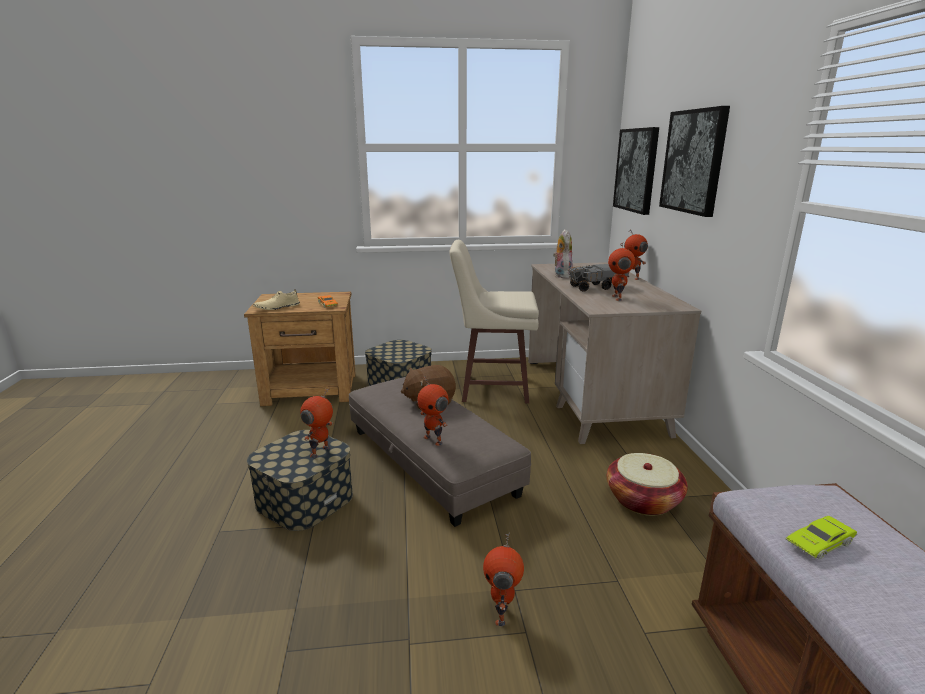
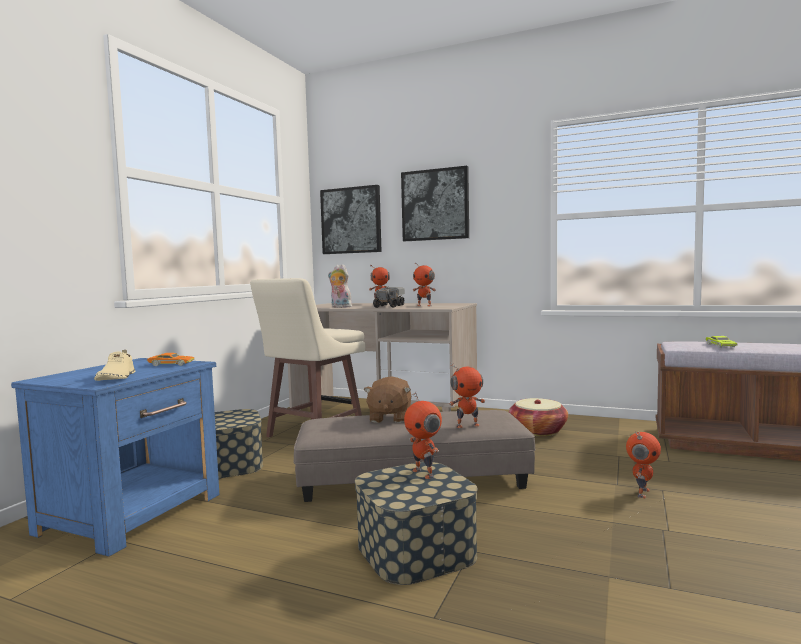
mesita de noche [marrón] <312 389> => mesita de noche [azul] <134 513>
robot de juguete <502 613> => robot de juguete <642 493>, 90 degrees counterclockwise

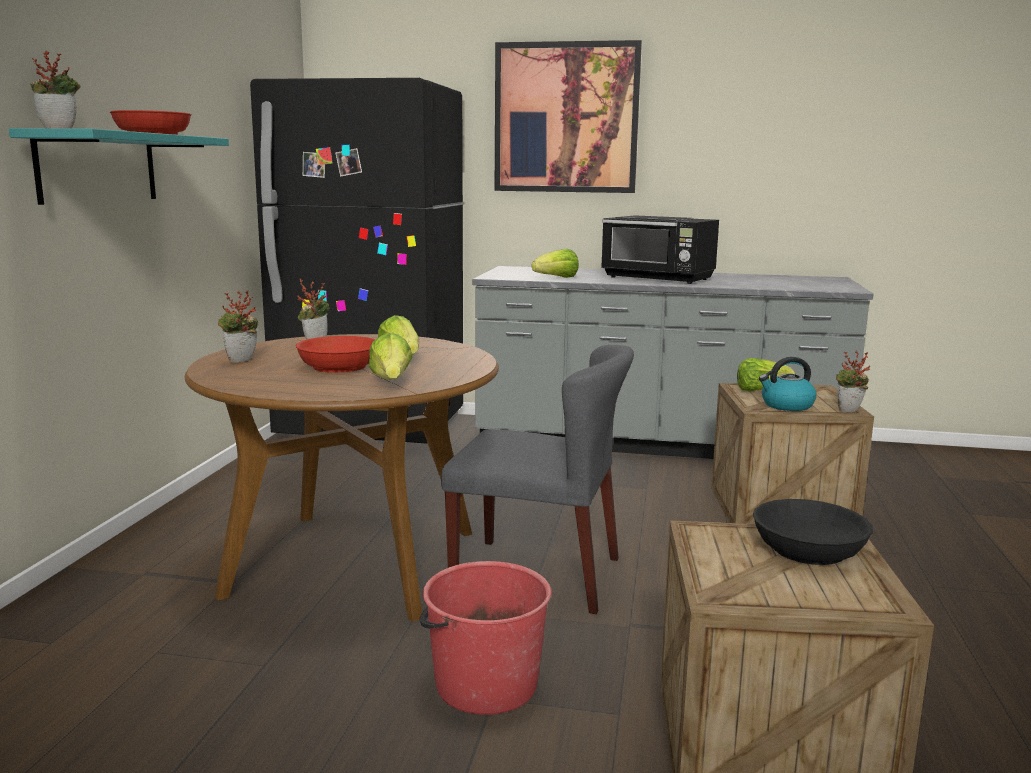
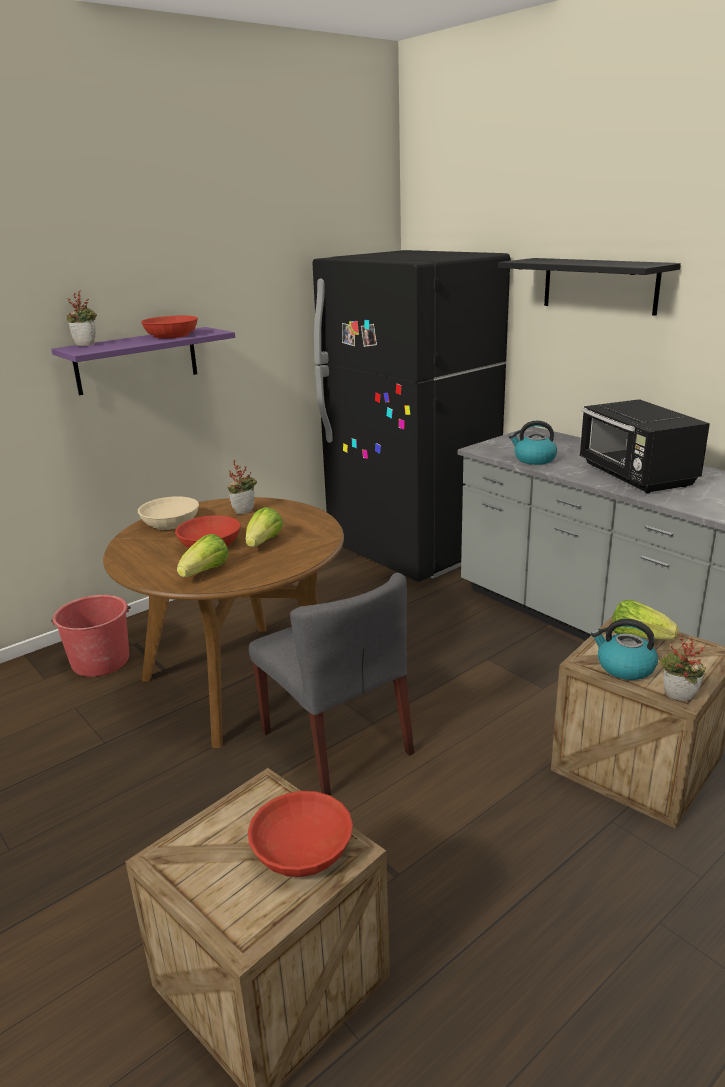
estante [turquesa] <98 167> => estante [morado] <137 360>
cubo [rojo] <484 685> => cubo [rojo] <100 661>, move
planta en maceta <241 361> => cuenco [beis] <170 522>
cuenco [negro] <808 549> => cuenco [rojo] <302 849>
cuadro <566 118> => estante [negro] <599 285>
lechuga <557 278> => hervidor <534 459>

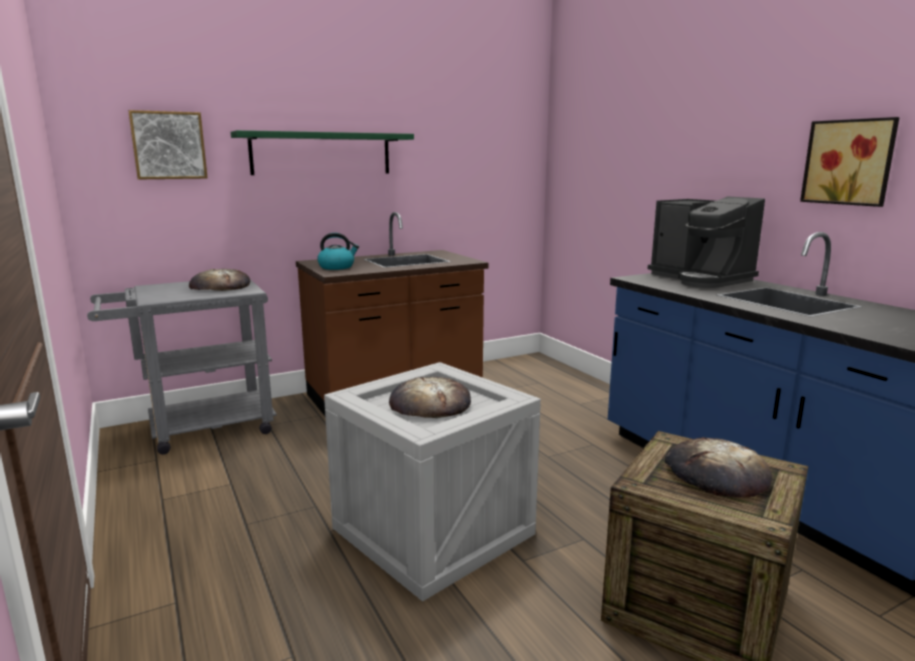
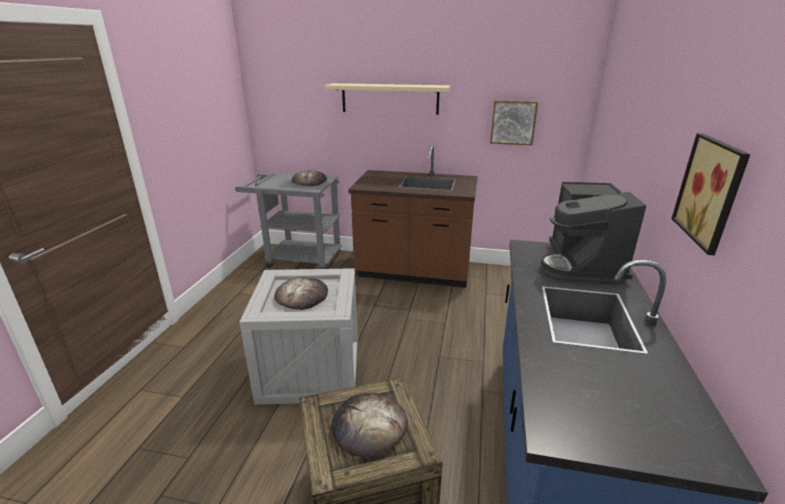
estante [verde] <322 154> => estante [beis] <389 98>
cuadro <168 145> => cuadro <513 122>, move
hervidor <337 267> => nothing

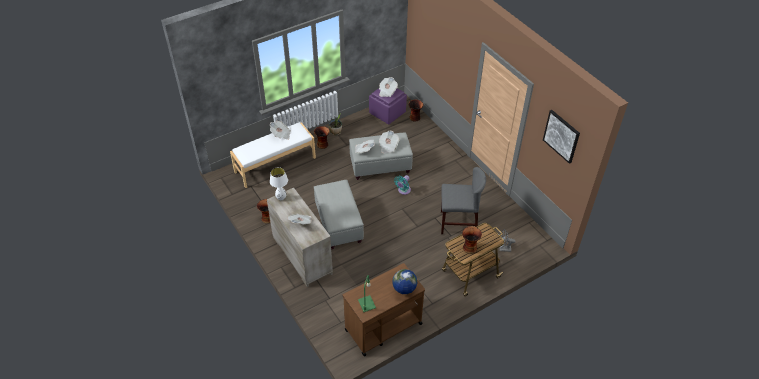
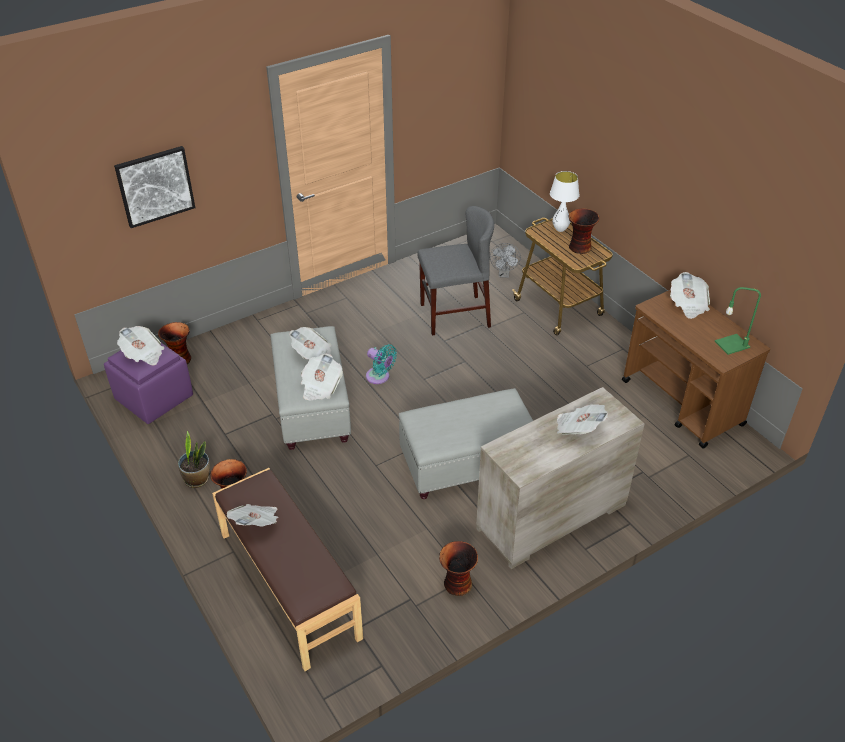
cuadro <561 136> => cuadro <155 186>, move
banco [blanco] <275 164> => banco [marrón] <288 585>
silla [gris] <458 223> => silla [gris] <455 315>, 75 degrees clockwise
lámpara de mesa [blanco] <281 198> => lámpara de mesa [blanco] <560 229>, move
globo terráqueo <404 289> => periódico <688 305>

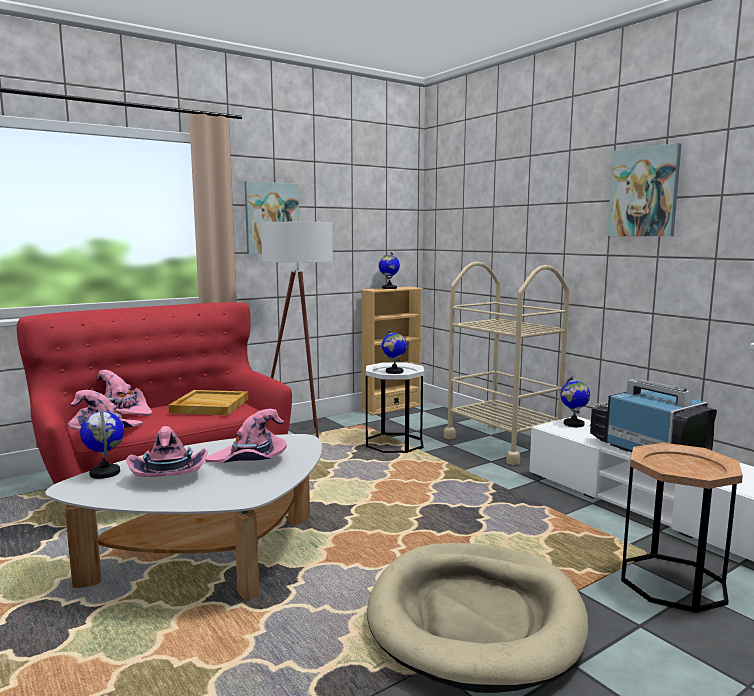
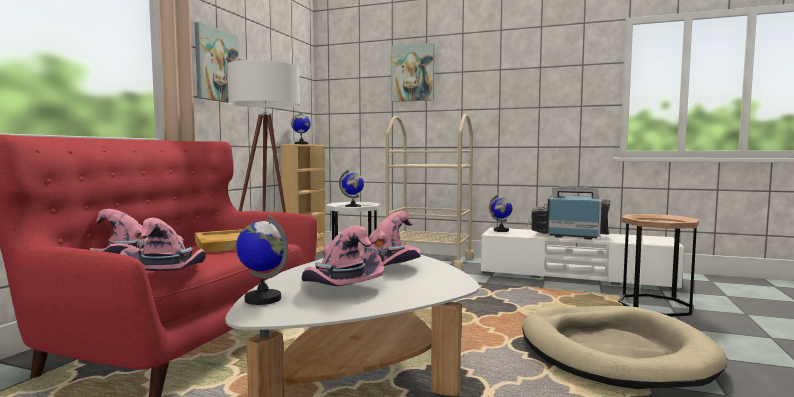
cuadro <644 192> => cuadro <413 73>, move

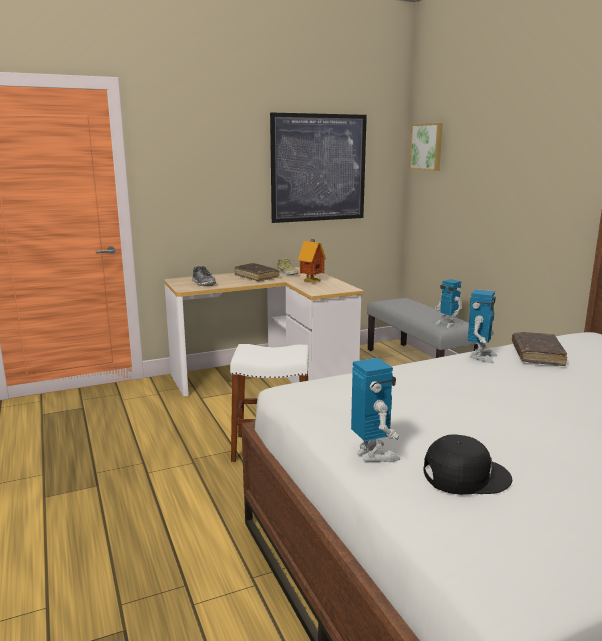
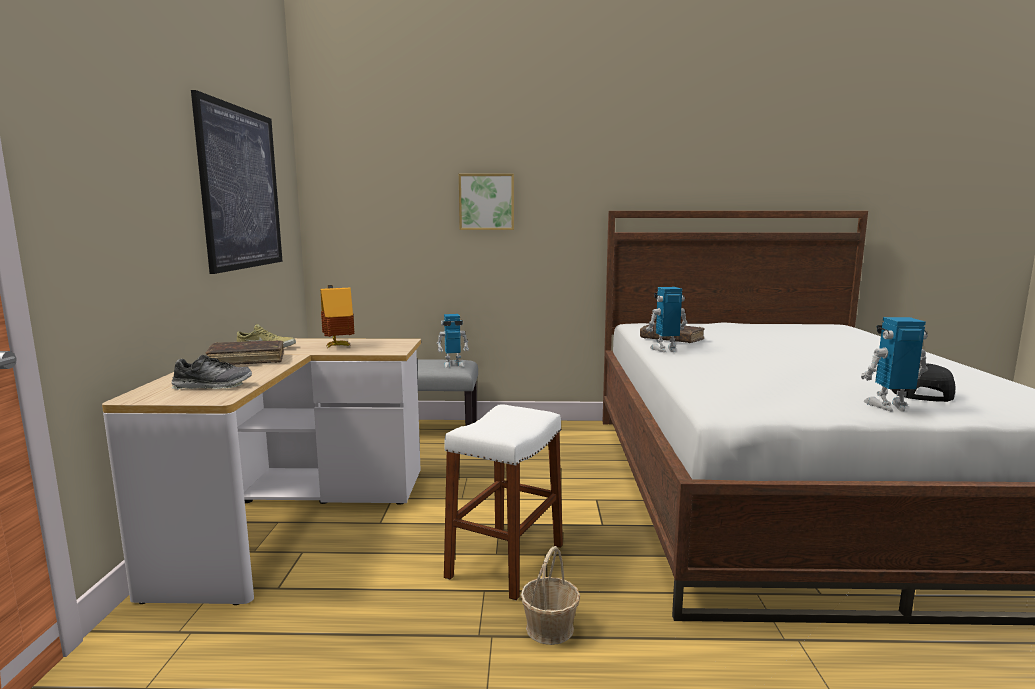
cuadro <427 147> => cuadro <486 202>, move
nothing => cesta <550 628>
robot de juguete <480 357> => robot de juguete <665 350>, 60 degrees counterclockwise

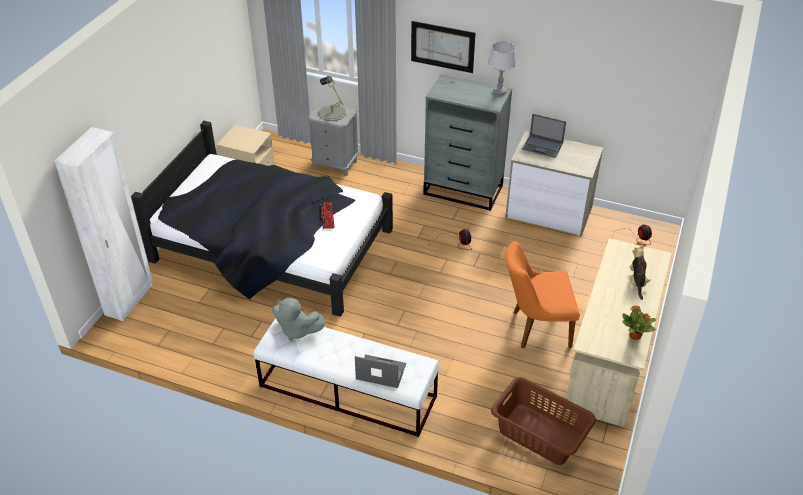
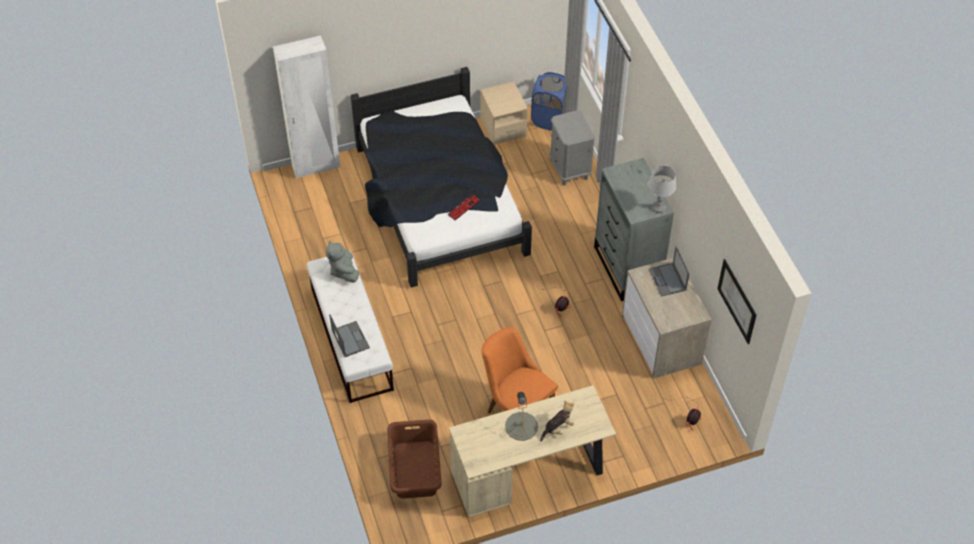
lámpara de mesa [gris] <332 113> => lámpara de mesa [gris] <521 426>, move
nothing => cesto de la ropa [azul] <550 119>
cuadro <442 46> => cuadro <737 301>, move
planta en maceta <635 336> => nothing

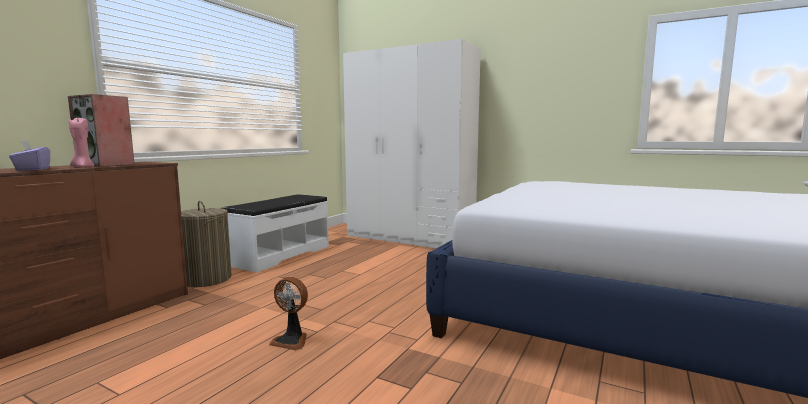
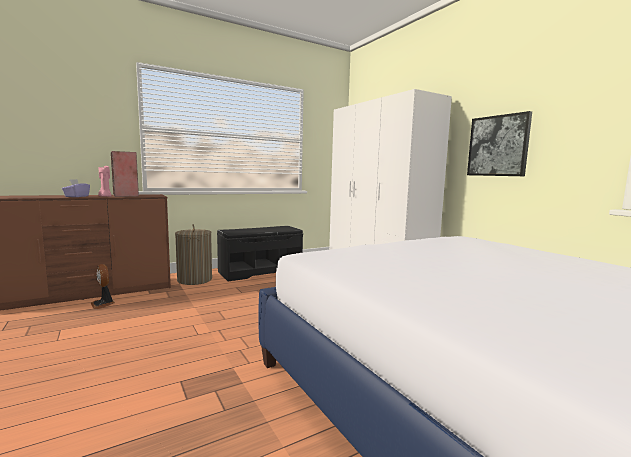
ventilador <291 340> => ventilador <103 304>, move
banco [blanco] <279 255> => banco [negro] <260 271>
nothing => cuadro <498 146>

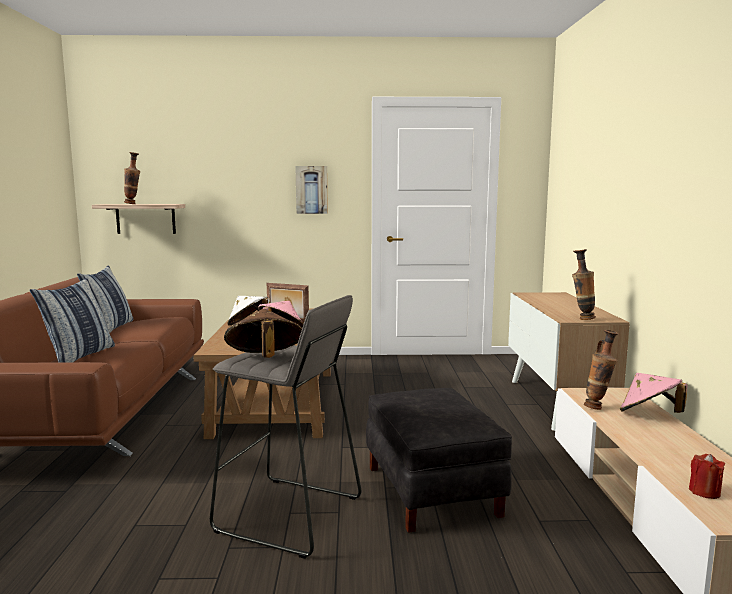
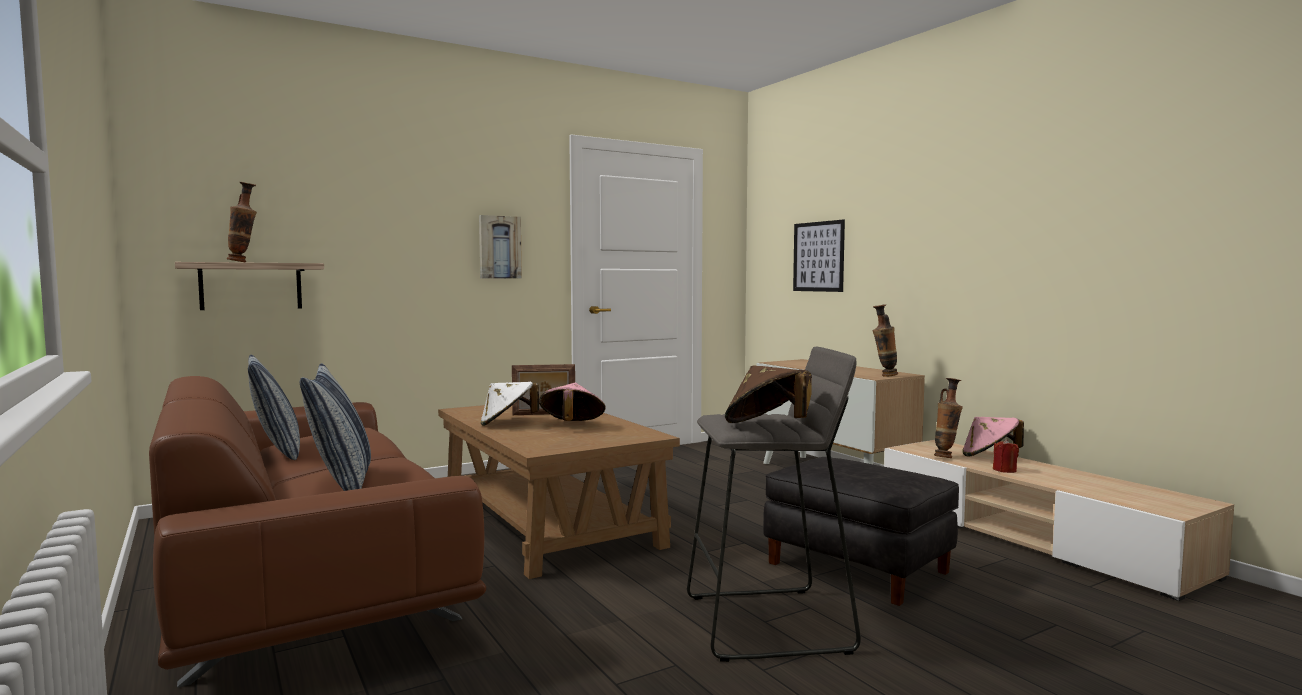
nothing => cuadro <818 256>
vela [rojo] <704 492> => vela [rojo] <1004 470>, move

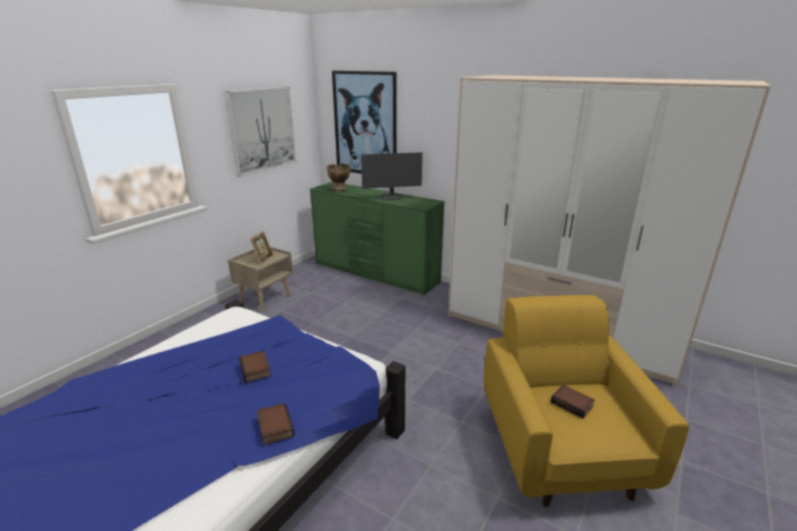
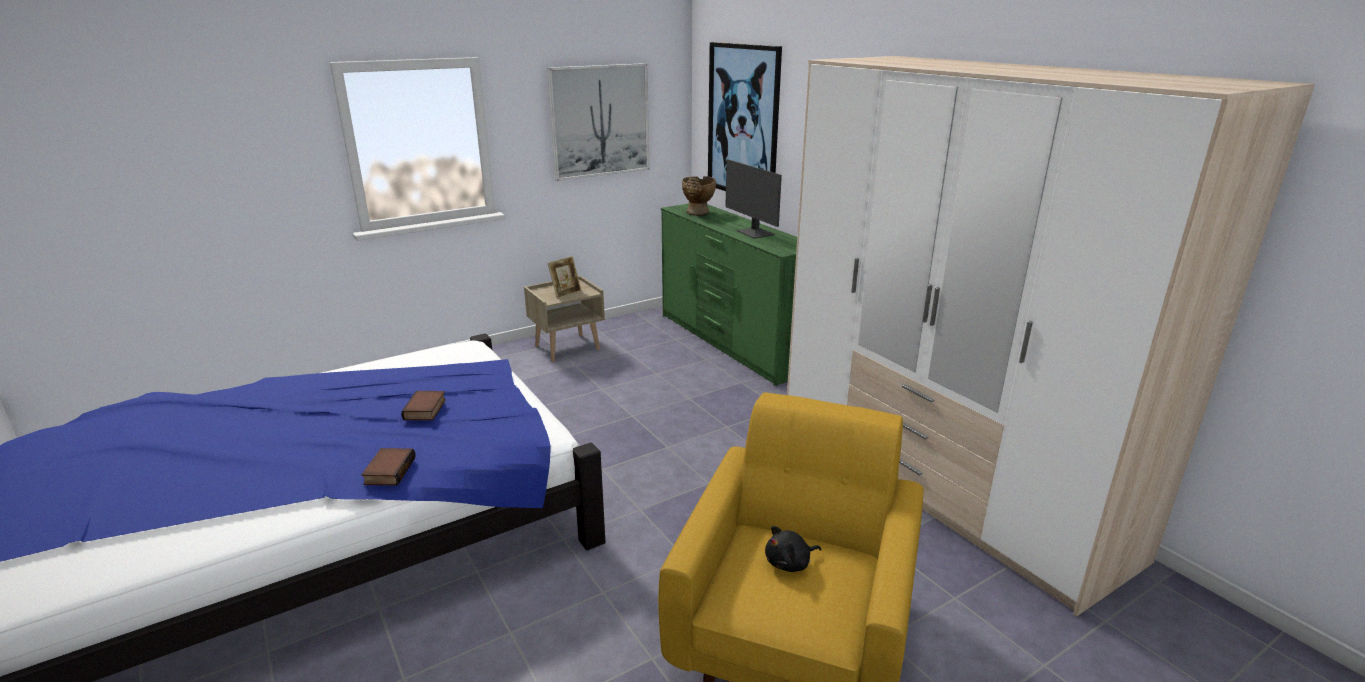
monitor <391 197> => monitor <754 233>, 45 degrees clockwise
libro <573 404> => peluche [negro] <790 563>

